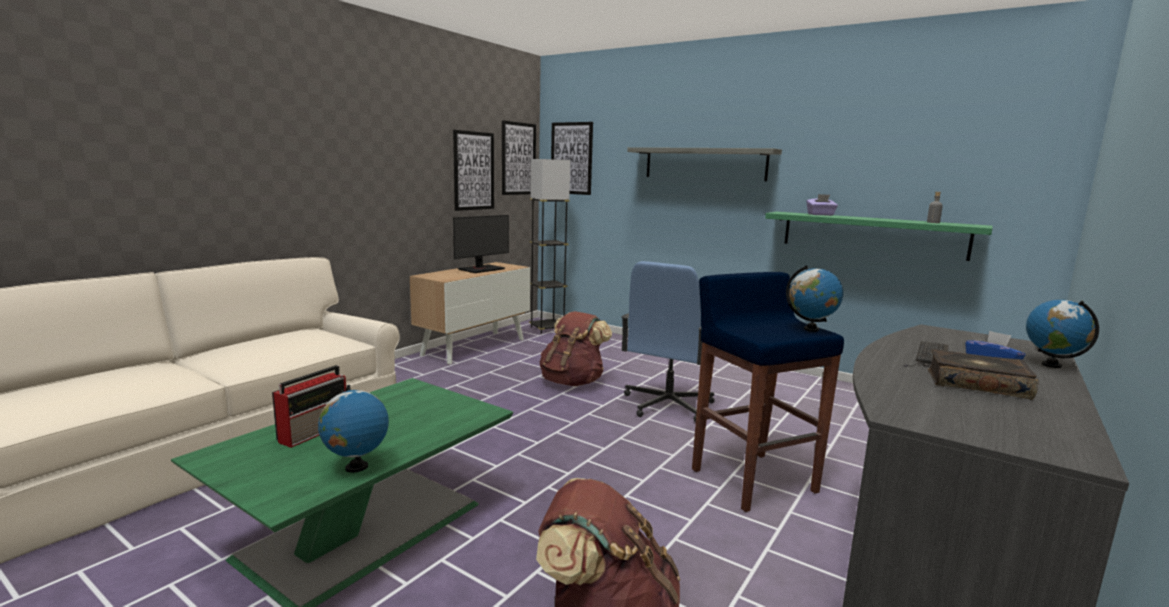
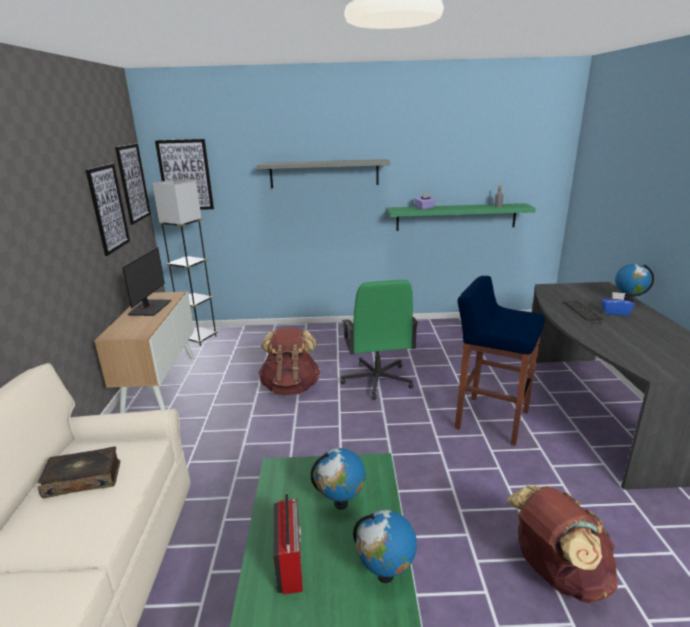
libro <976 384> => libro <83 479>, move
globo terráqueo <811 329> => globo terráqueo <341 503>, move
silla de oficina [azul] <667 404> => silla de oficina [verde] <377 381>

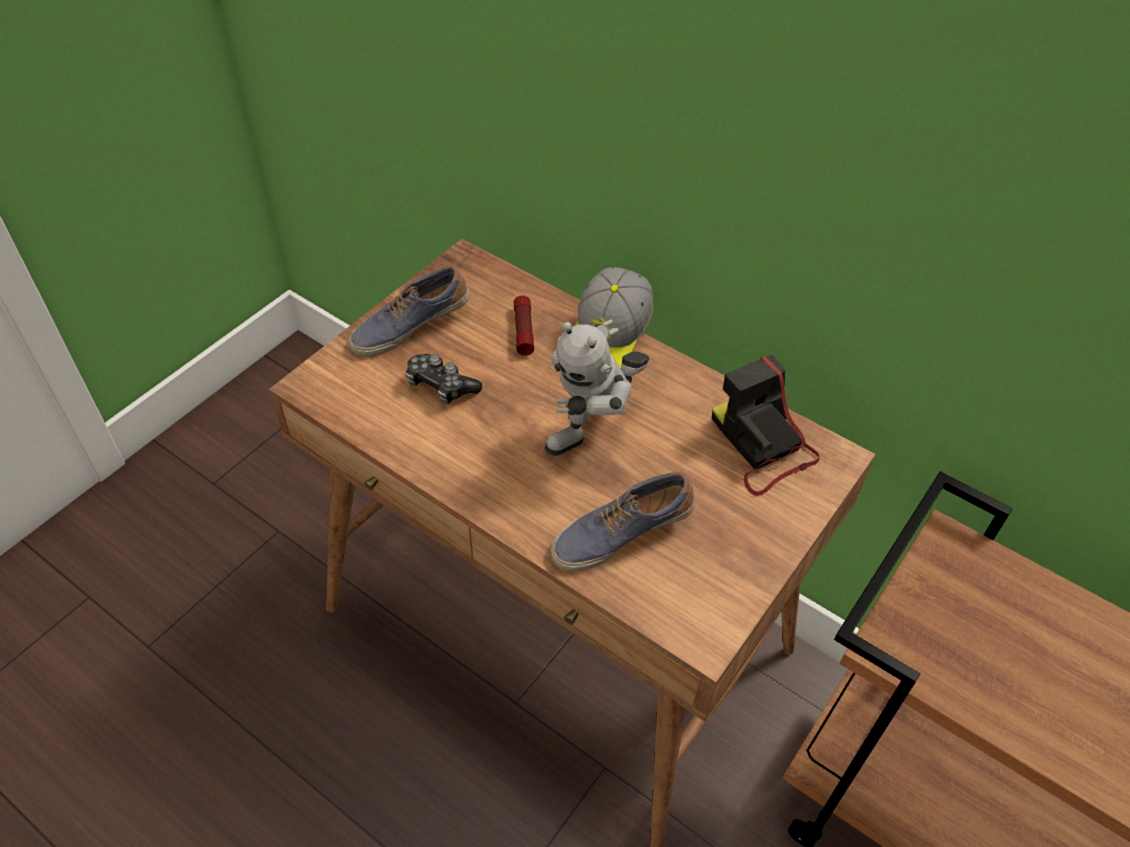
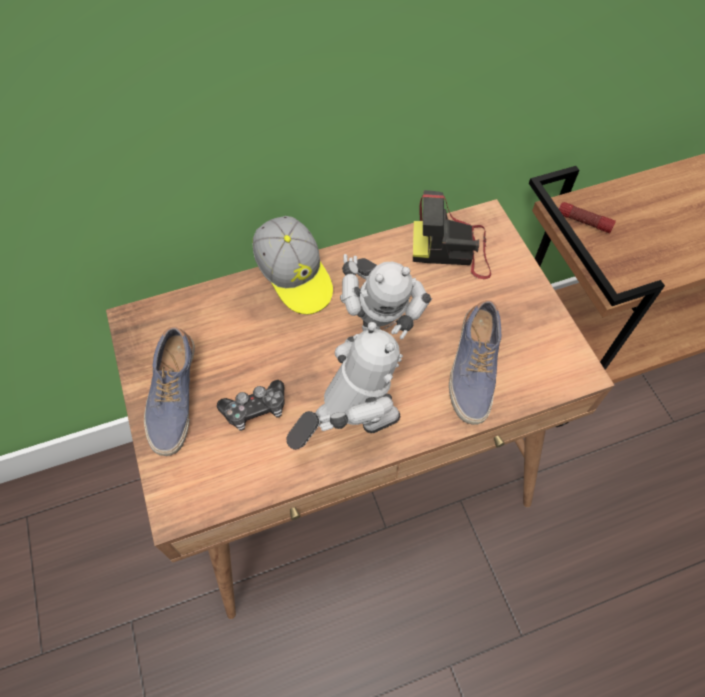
nothing => robot de juguete <350 427>
linterna <523 331> => linterna <583 222>, move

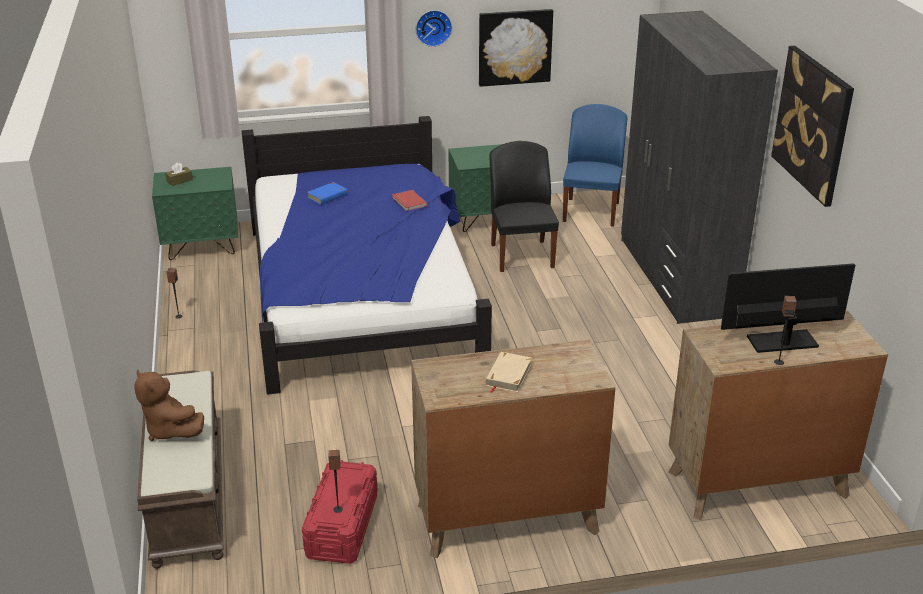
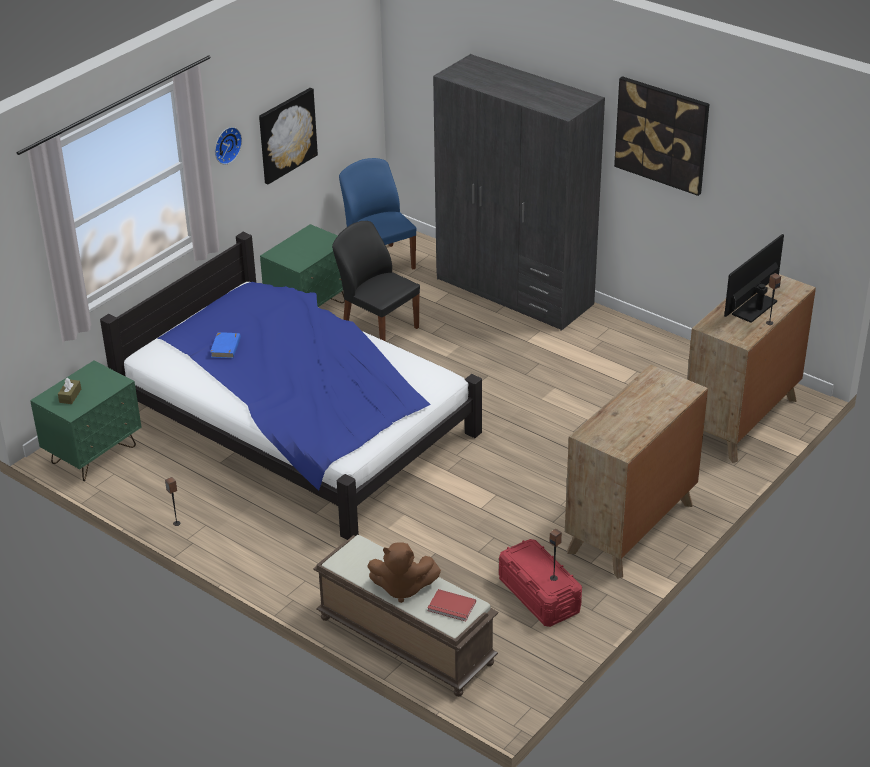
libro [rojo] <408 202> => libro [rojo] <451 607>, move
libro [beis] <508 375> => nothing

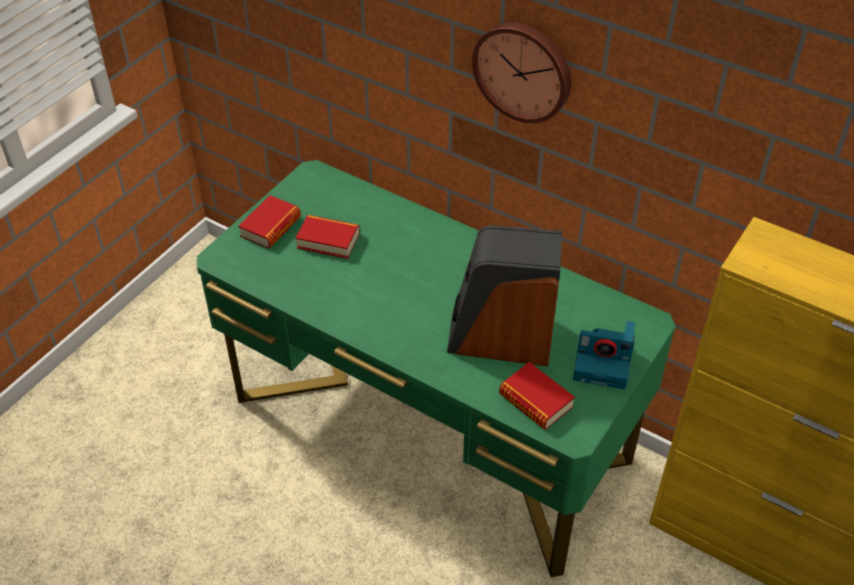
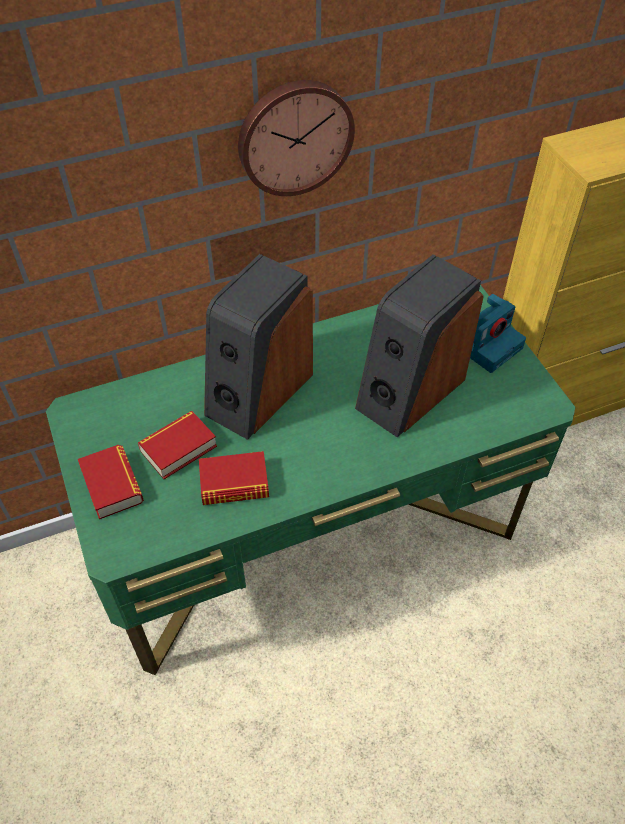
libro <535 401> => libro <234 483>, move
nothing => altavoz <258 392>

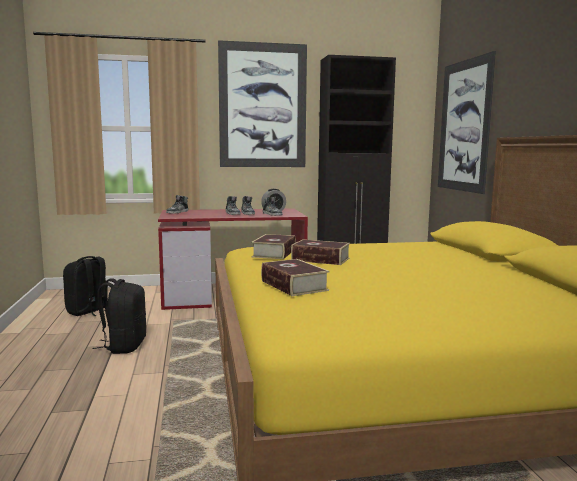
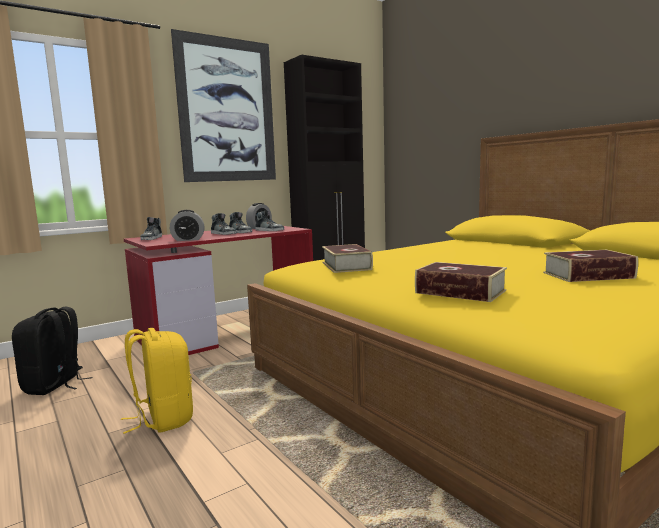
mochila [negro] <124 346> => mochila [amarillo] <163 418>
nothing => despertador <188 240>
libro <320 259> => libro <588 275>, move
cuadro <464 126> => nothing

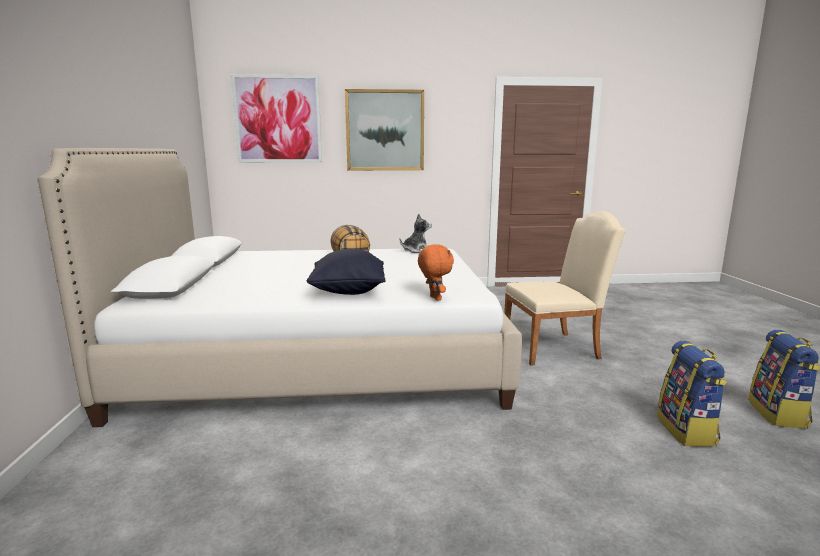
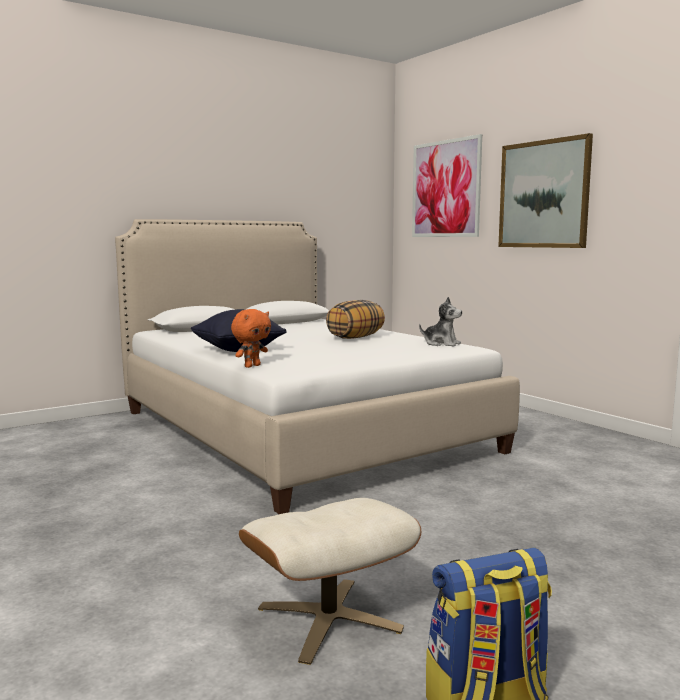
mochila <687 431> => puf [beis] <329 619>
silla [beis] <556 348> => nothing

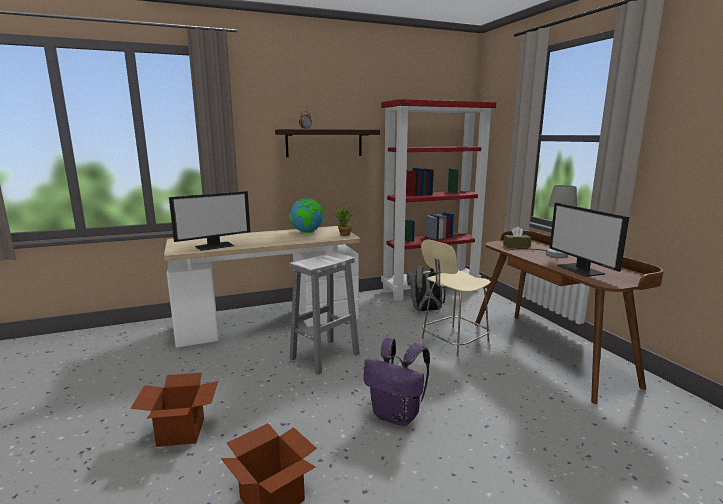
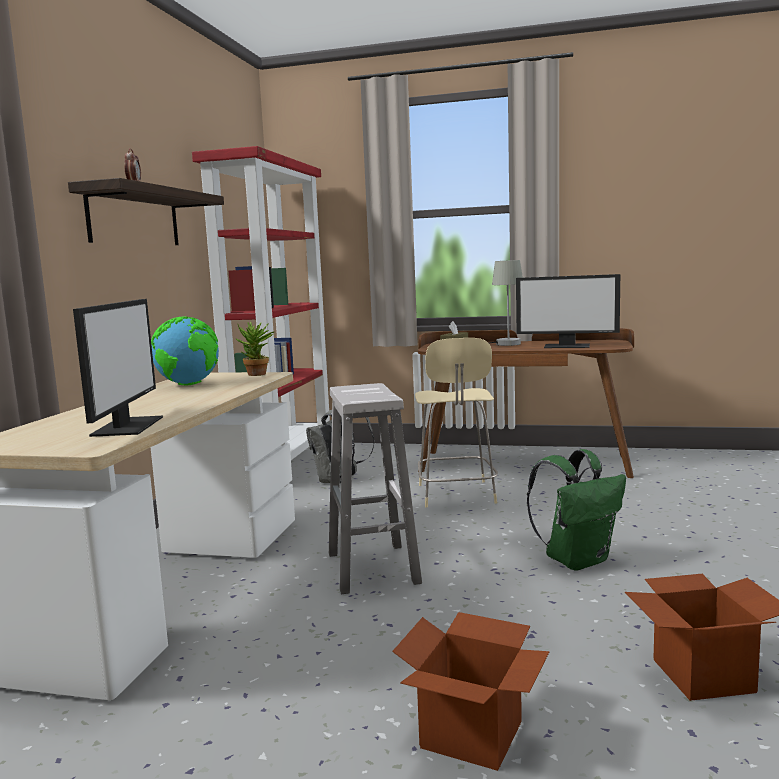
mochila [morado] <397 415> => mochila [verde] <577 560>

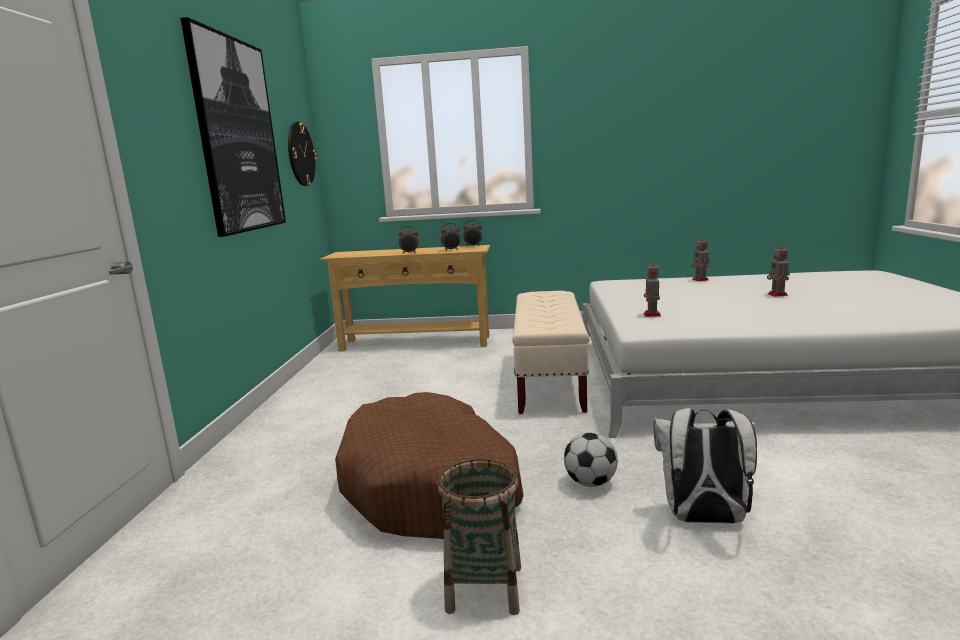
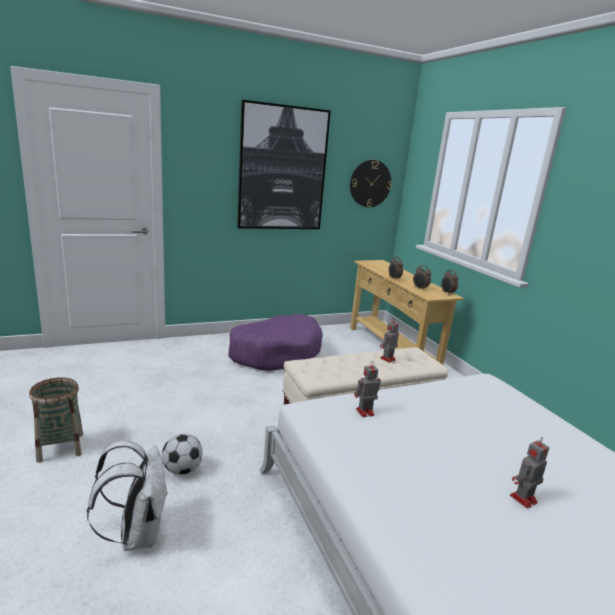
nothing => cama para perro [morado] <275 353>
robot de juguete <701 280> => robot de juguete <387 359>, move
cama para perro [marrón] <431 486> => nothing

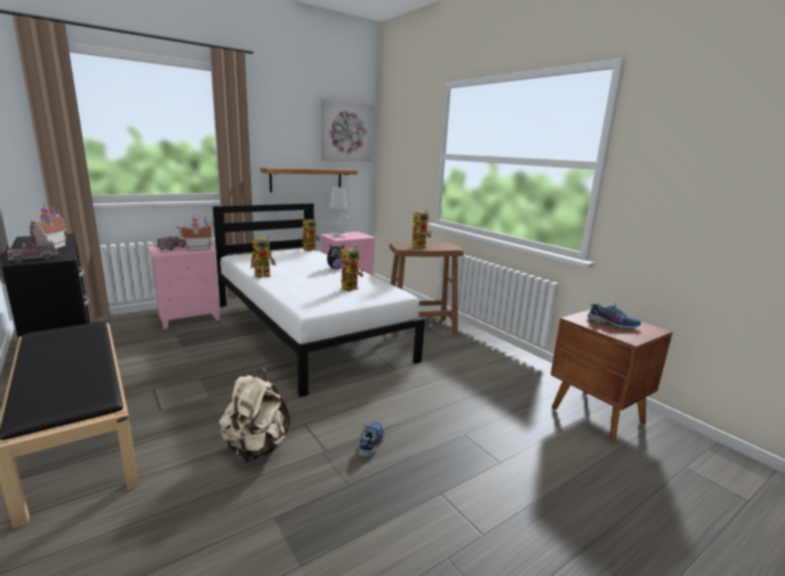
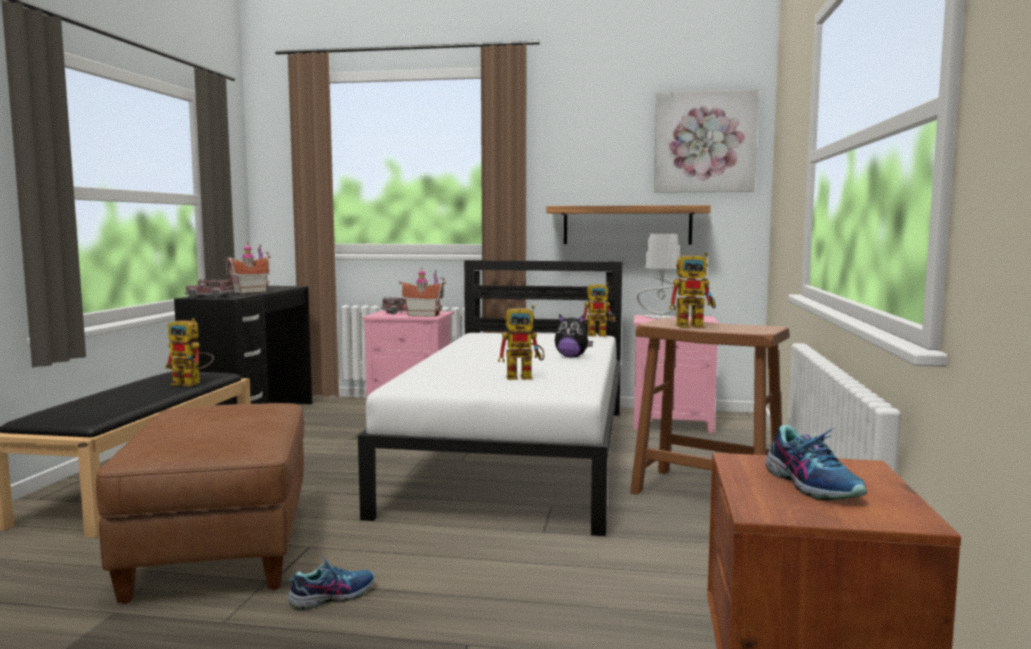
mochila [beis] <256 449> => puf [marrón] <222 549>
robot de juguete <265 275> => robot de juguete <192 383>, move

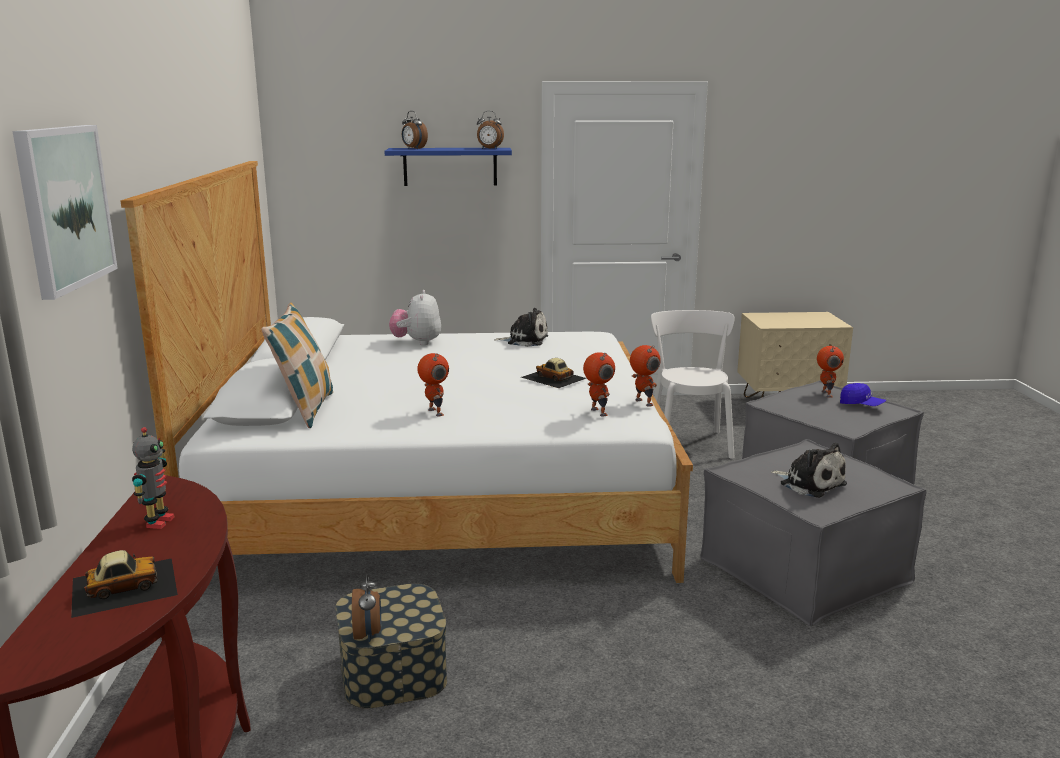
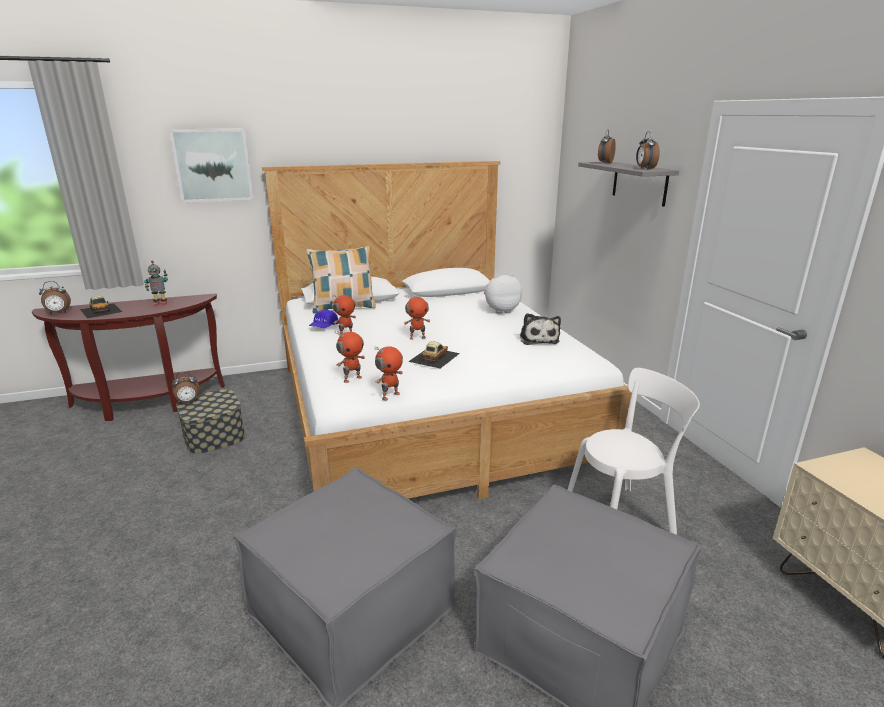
nothing => despertador <58 313>
gorra [azul] <861 405> => gorra [azul] <324 327>, move
robot de juguete <825 394> => robot de juguete <417 337>, move
estante [azul] <450 166> => estante [gris] <639 183>
peluche <809 483> => nothing

